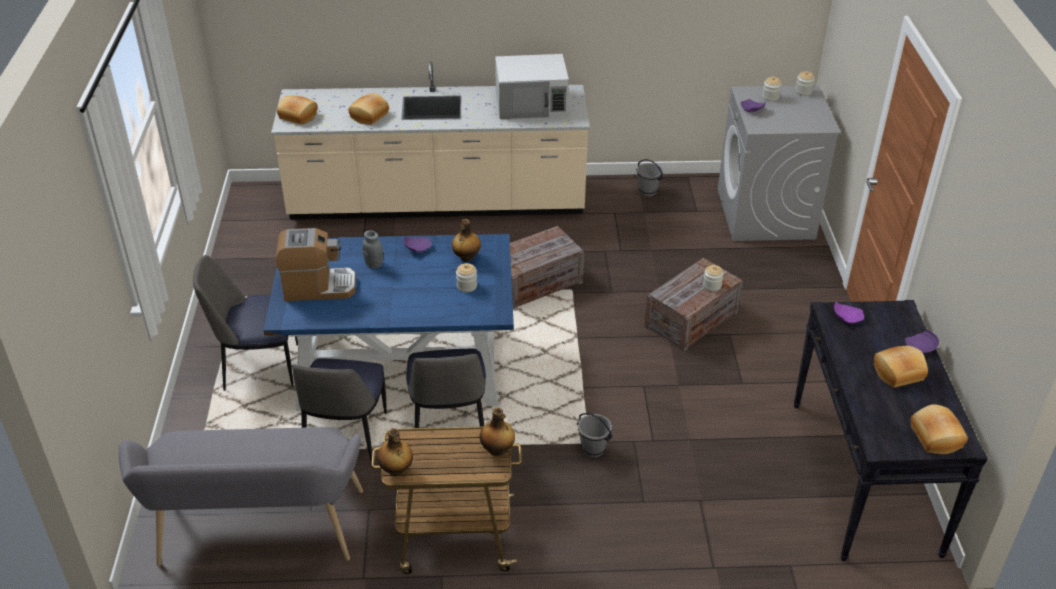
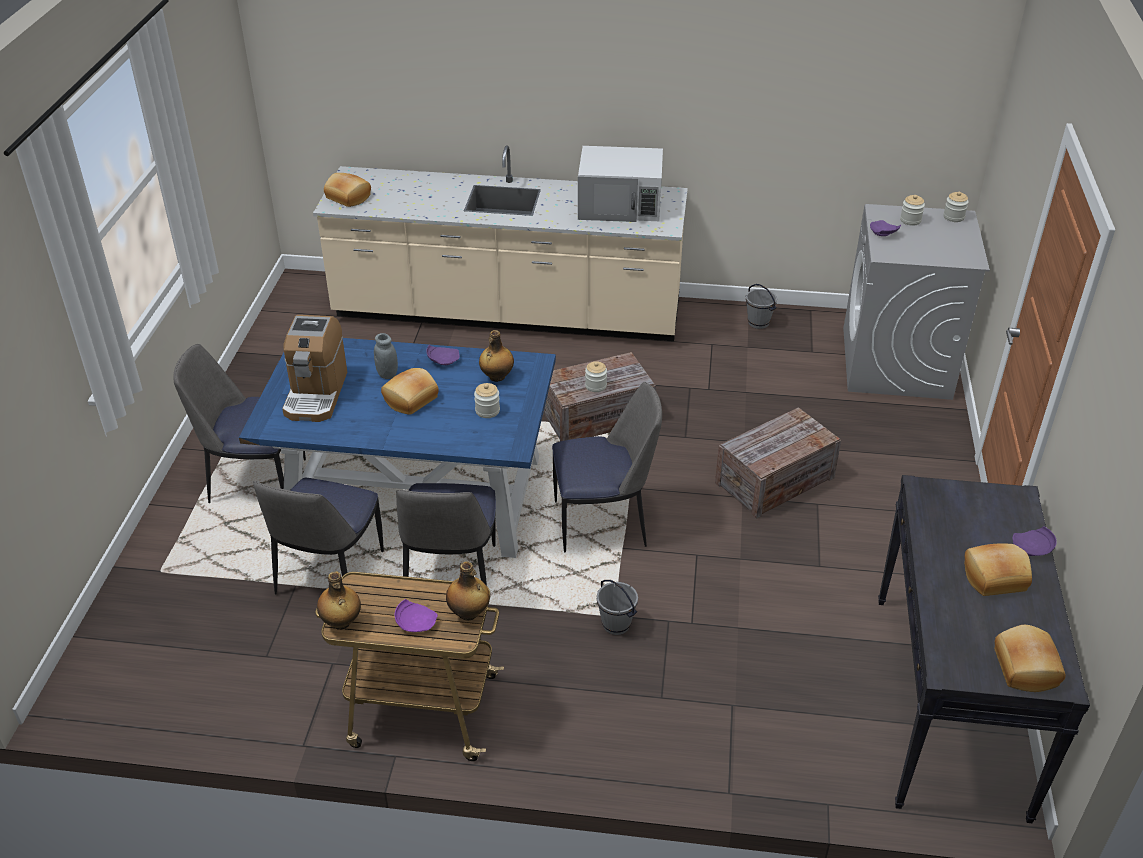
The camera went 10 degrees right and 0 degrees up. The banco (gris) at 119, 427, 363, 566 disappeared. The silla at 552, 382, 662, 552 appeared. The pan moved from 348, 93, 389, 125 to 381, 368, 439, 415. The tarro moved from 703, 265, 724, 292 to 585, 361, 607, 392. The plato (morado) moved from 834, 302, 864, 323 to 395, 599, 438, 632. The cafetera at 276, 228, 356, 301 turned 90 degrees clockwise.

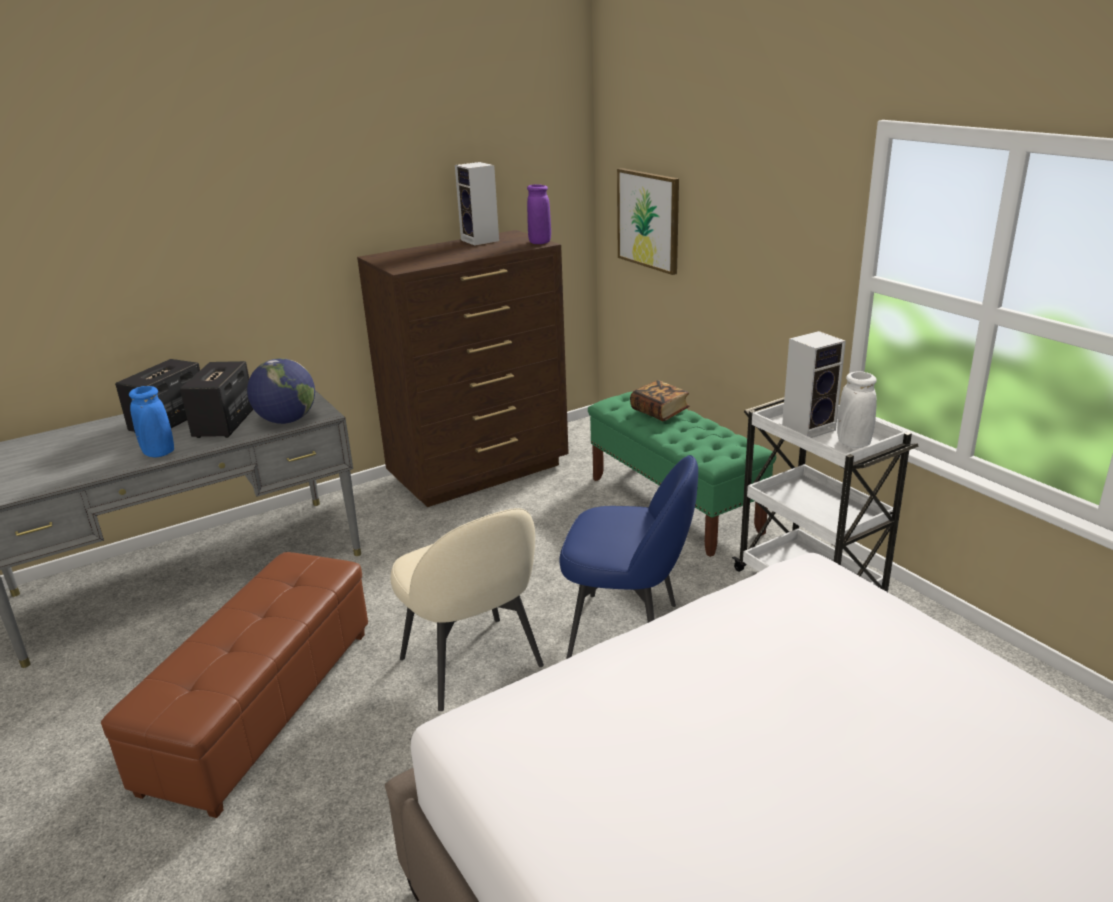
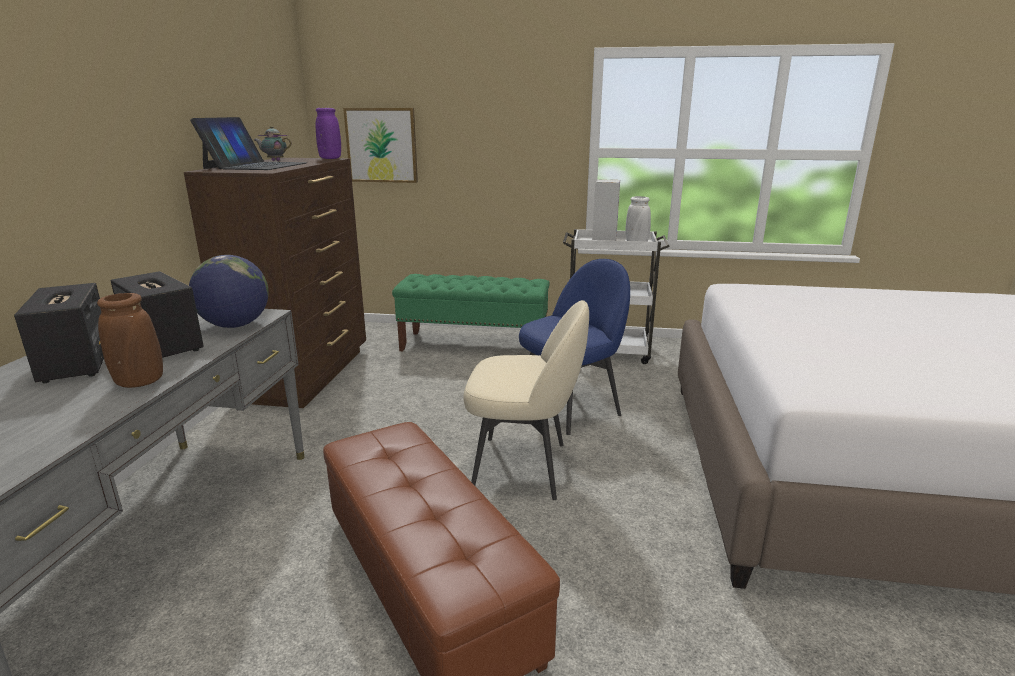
The camera went 50 degrees left and 5 degrees down. The libro at 630, 380, 690, 421 disappeared. The portátil at 190, 117, 307, 170 appeared. The altavoz at 455, 162, 499, 246 was replaced by the tetera at 254, 126, 292, 161. The florero (azul) at 129, 386, 174, 457 became the florero (marrón) at 97, 293, 163, 388.

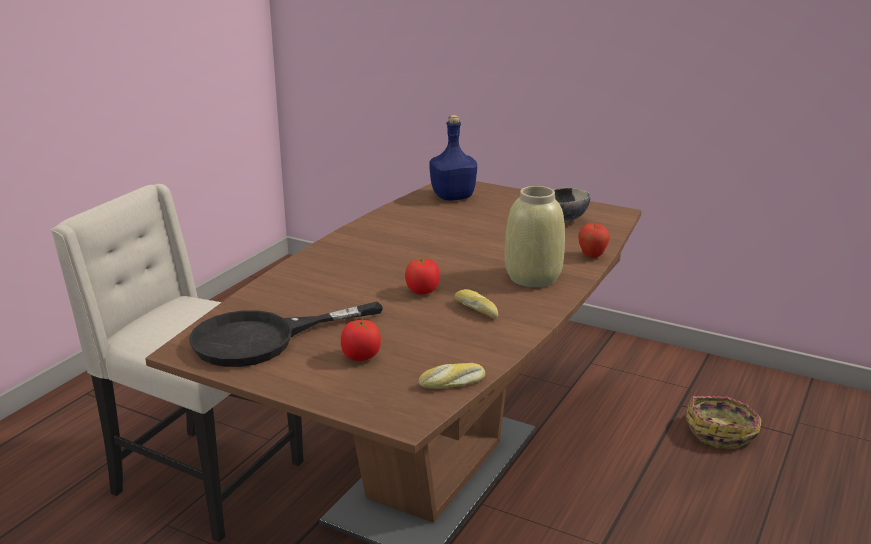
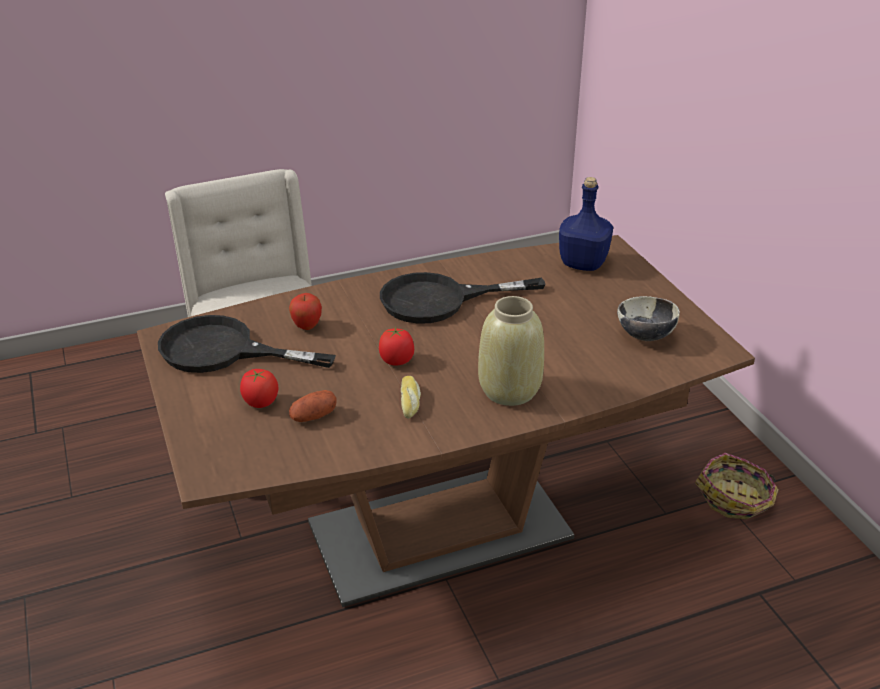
The camera went 40 degrees right and 10 degrees up. The pan at 419, 363, 485, 389 disappeared. The patata at 289, 390, 337, 422 appeared. The sartén (negro) at 380, 272, 546, 324 appeared. The manzana moved from 578, 223, 610, 258 to 289, 293, 322, 330. The cesta moved from 686, 396, 762, 449 to 695, 453, 779, 519.

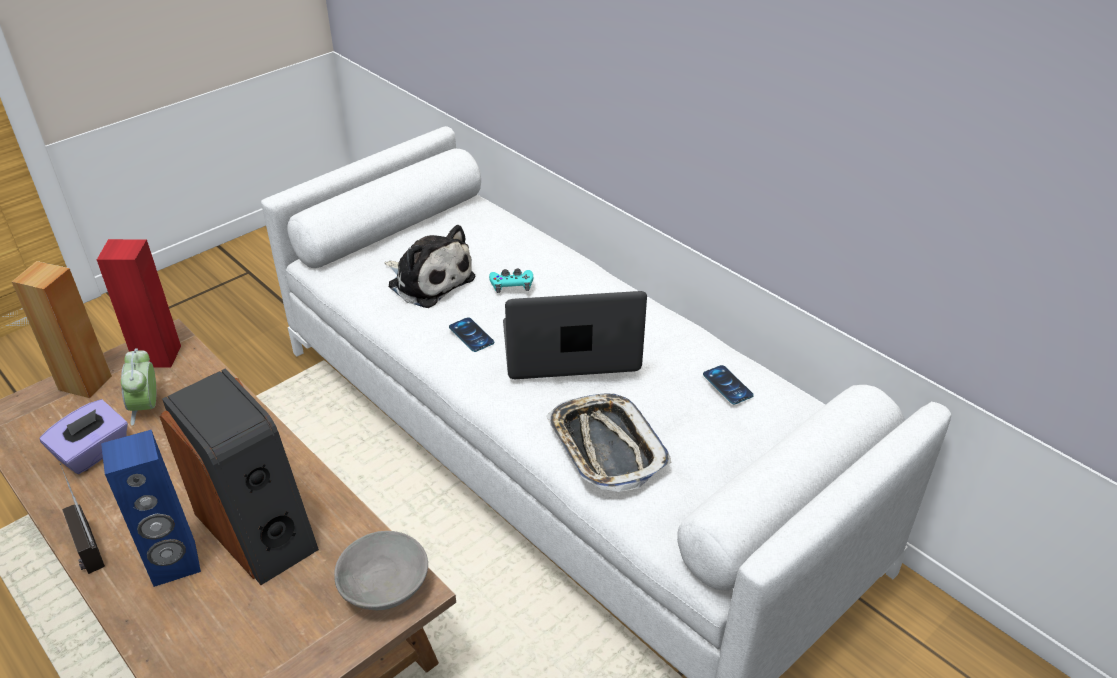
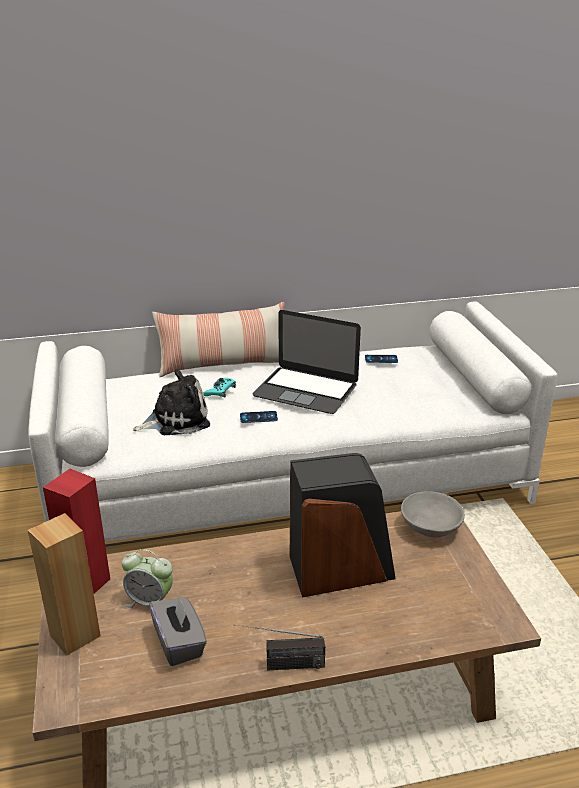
The camera went 60 degrees left and 10 degrees down. The altavoz (azul) at 101, 430, 201, 587 disappeared. The bandeja at 546, 393, 672, 492 disappeared. The cojín at 152, 302, 284, 377 appeared. The caja de pañuelos (morado) at 40, 399, 128, 474 became the caja de pañuelos (gris) at 149, 596, 207, 666. The portátil at 503, 291, 647, 379 turned 90 degrees counterclockwise.

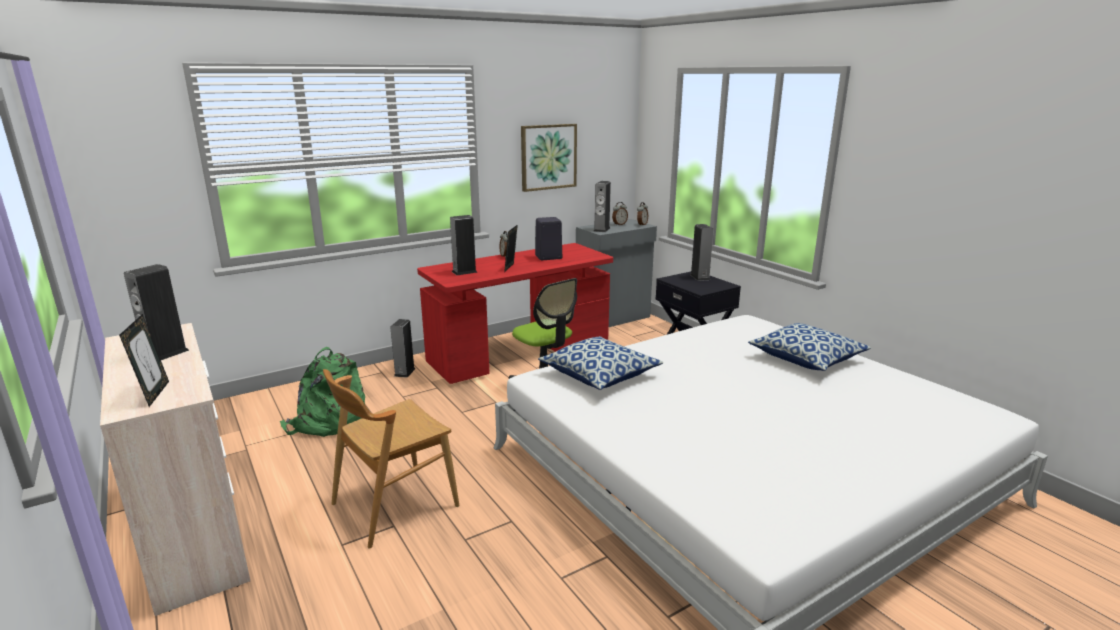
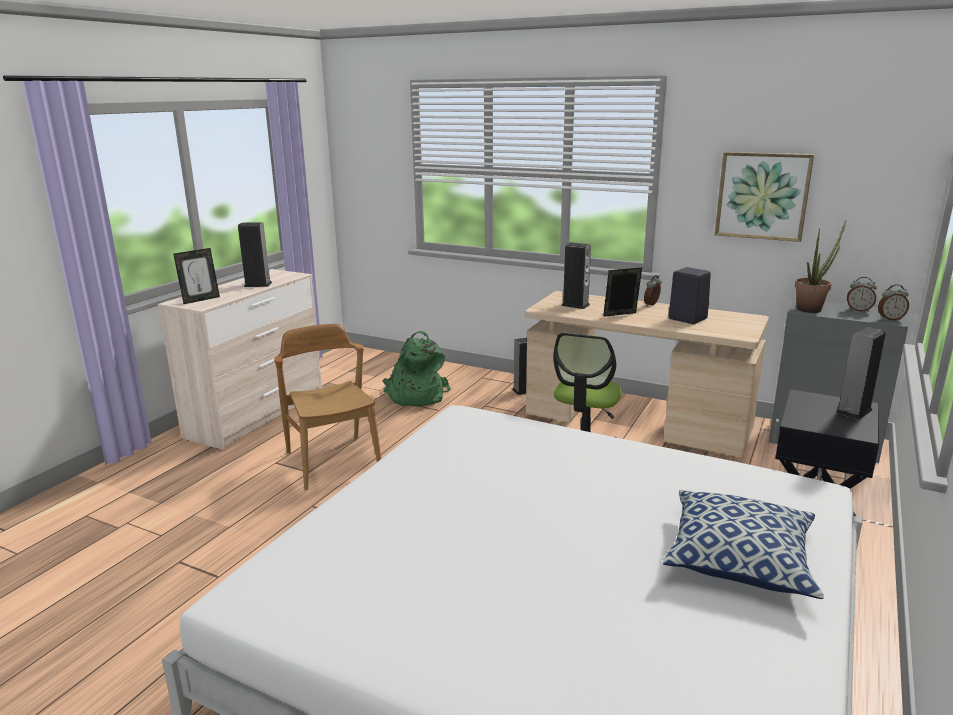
The camera went 60 degrees right and 0 degrees up. The cojín at 538, 336, 663, 390 disappeared. The altavoz at 594, 181, 611, 232 was replaced by the planta en maceta at 795, 220, 846, 313. The escritorio (rojo) at 417, 243, 613, 384 became the escritorio (beis) at 525, 291, 769, 457. The silla (marrón) at 323, 369, 459, 549 turned 45 degrees clockwise.

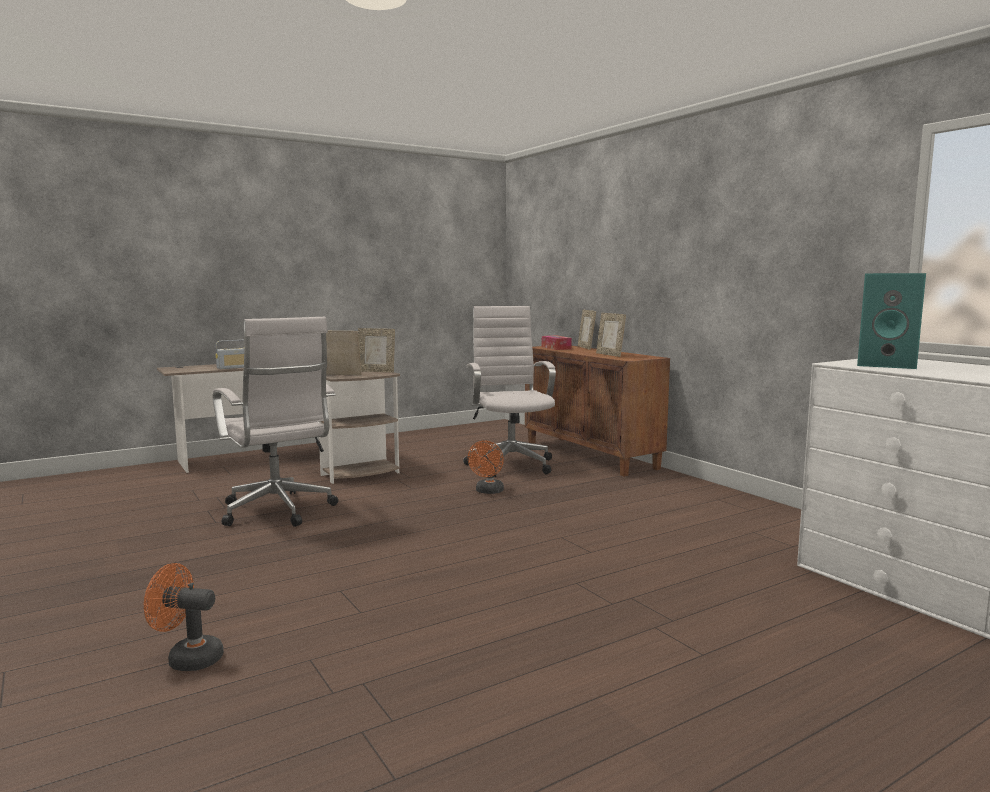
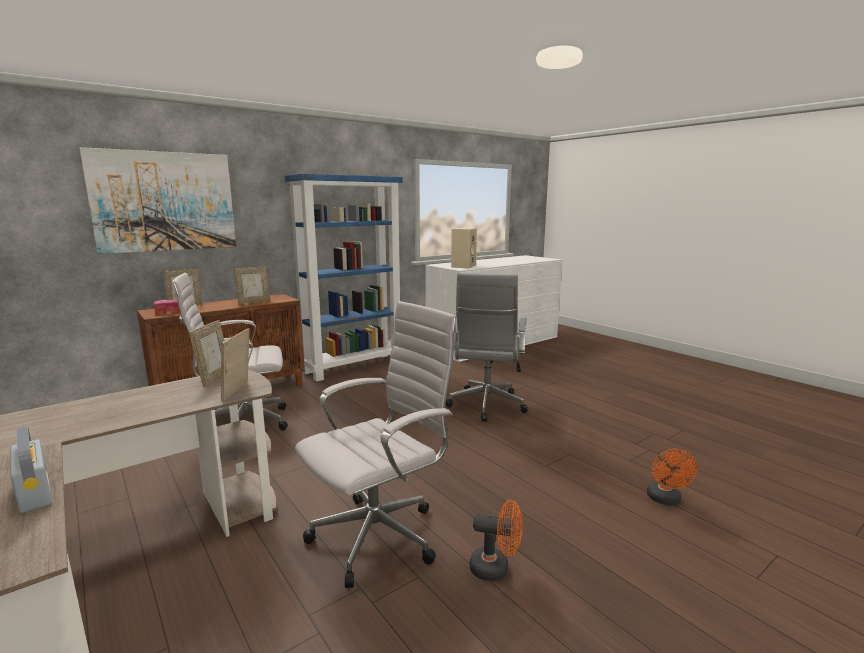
The camera went 95 degrees left and 5 degrees up. The cuadro at 79, 147, 236, 254 appeared. The estantería (azul) at 285, 174, 402, 382 appeared. The silla de oficina (gris) at 445, 273, 528, 422 appeared. The ventilador (naranja) moved from 468, 441, 504, 494 to 470, 500, 523, 581. The altavoz (turquesa) at 857, 273, 926, 369 became the altavoz (beis) at 451, 228, 477, 268.

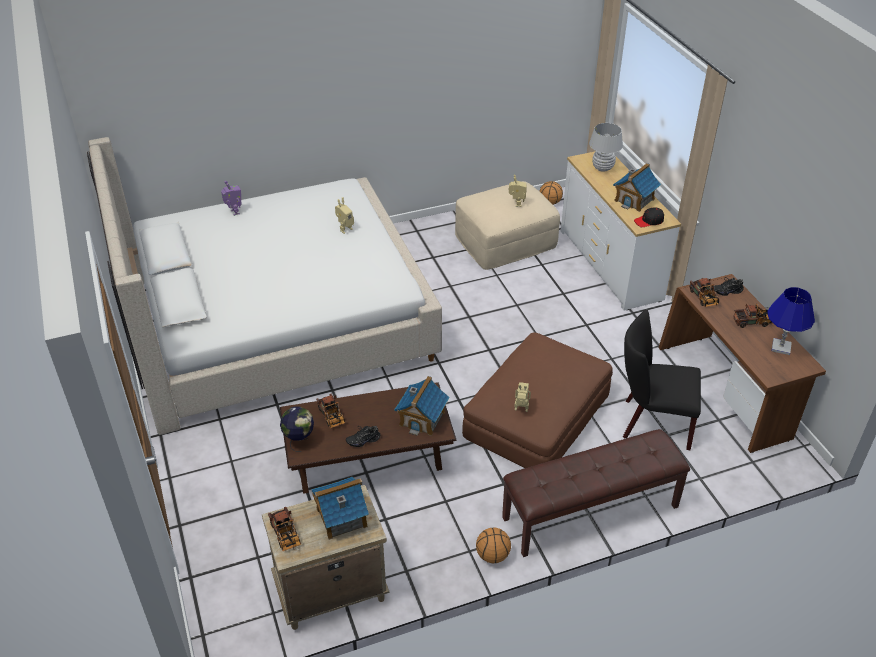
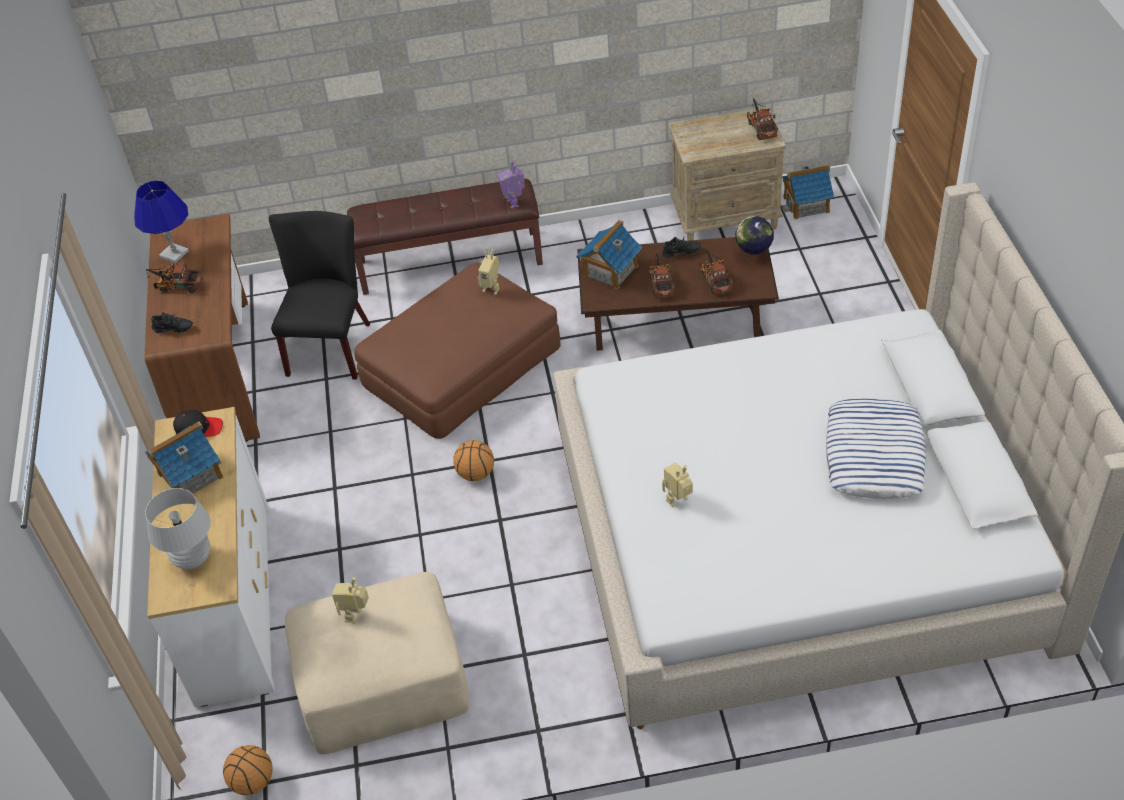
The camera went 165 degrees left and 5 degrees up. The cojín at 826, 398, 926, 499 appeared. The robot de juguete moved from 221, 181, 241, 216 to 498, 161, 525, 208. The casita moved from 311, 477, 369, 540 to 782, 165, 834, 219. The balón de baloncesto moved from 476, 527, 511, 563 to 453, 440, 494, 481. The camión de juguete moved from 689, 278, 719, 307 to 649, 250, 675, 298. The silla (negro) at 623, 310, 701, 450 turned 105 degrees counterclockwise.

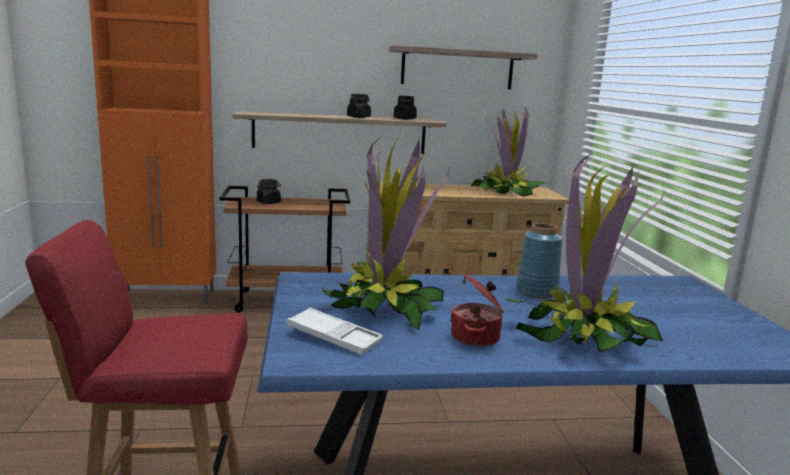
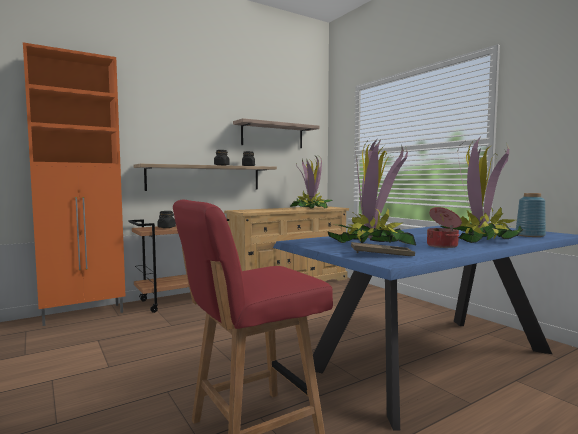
The camera went 25 degrees left and 10 degrees down. The florero (azul) moved from 516, 223, 562, 299 to 516, 193, 546, 237. The bandeja (blanco) at 286, 308, 383, 355 became the bandeja (marrón) at 351, 242, 415, 256.

